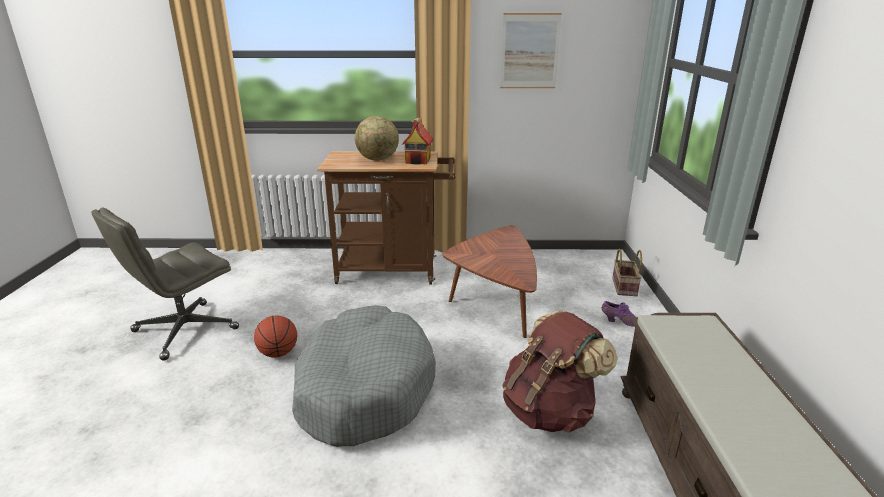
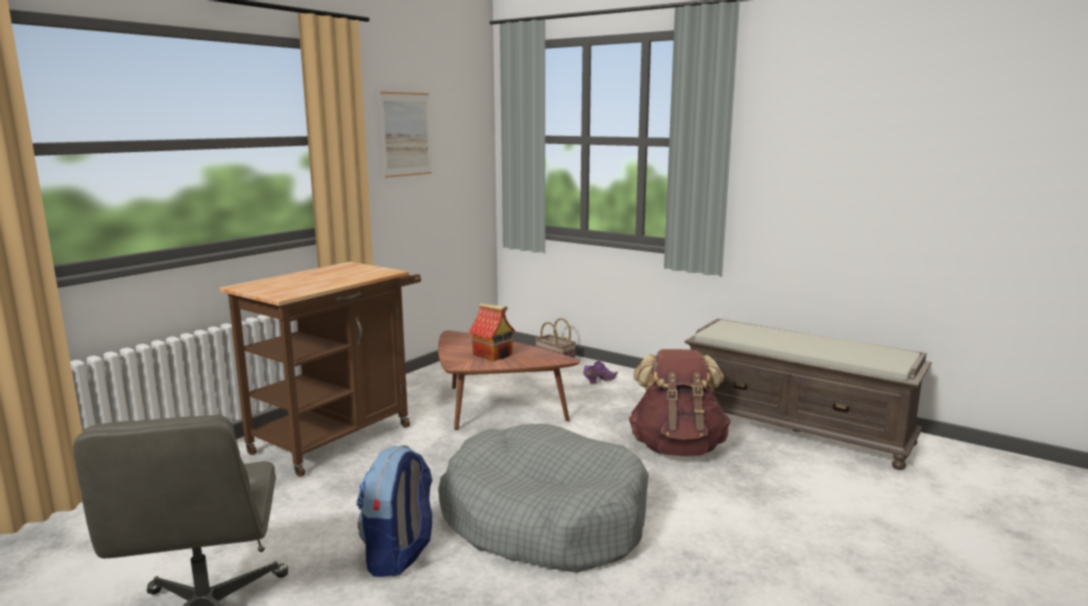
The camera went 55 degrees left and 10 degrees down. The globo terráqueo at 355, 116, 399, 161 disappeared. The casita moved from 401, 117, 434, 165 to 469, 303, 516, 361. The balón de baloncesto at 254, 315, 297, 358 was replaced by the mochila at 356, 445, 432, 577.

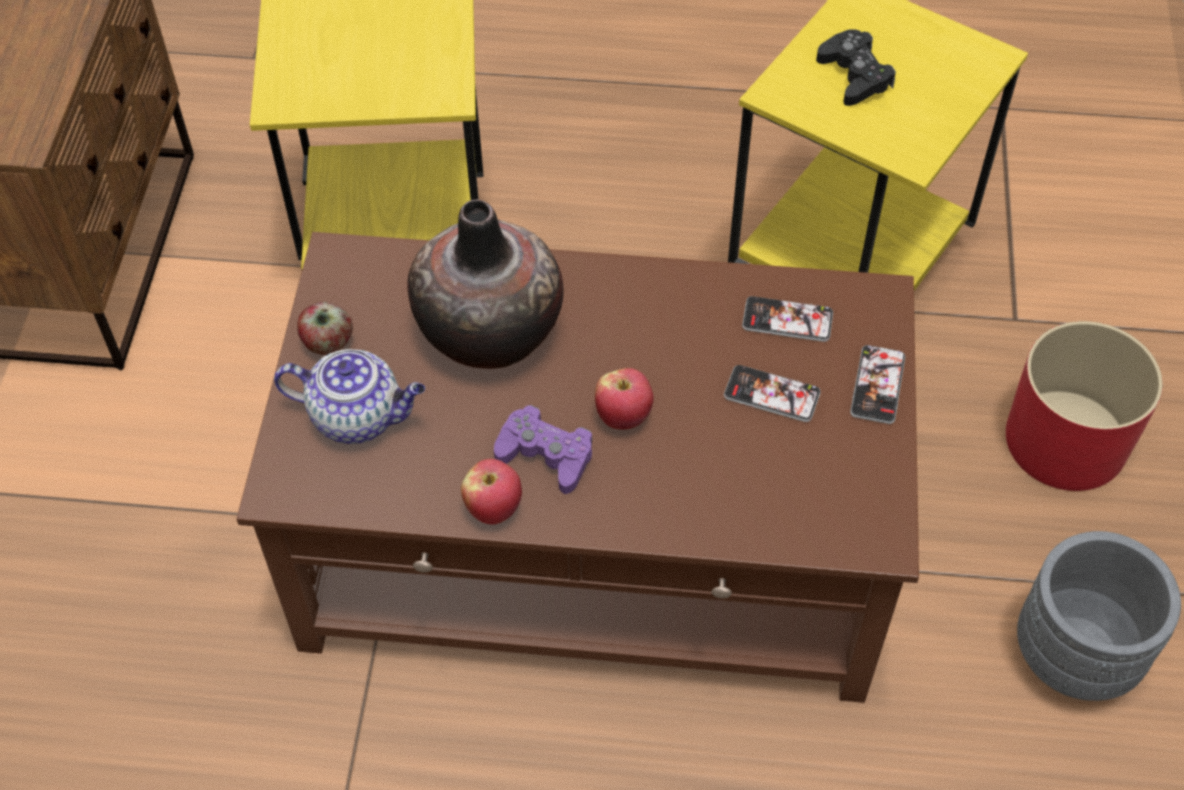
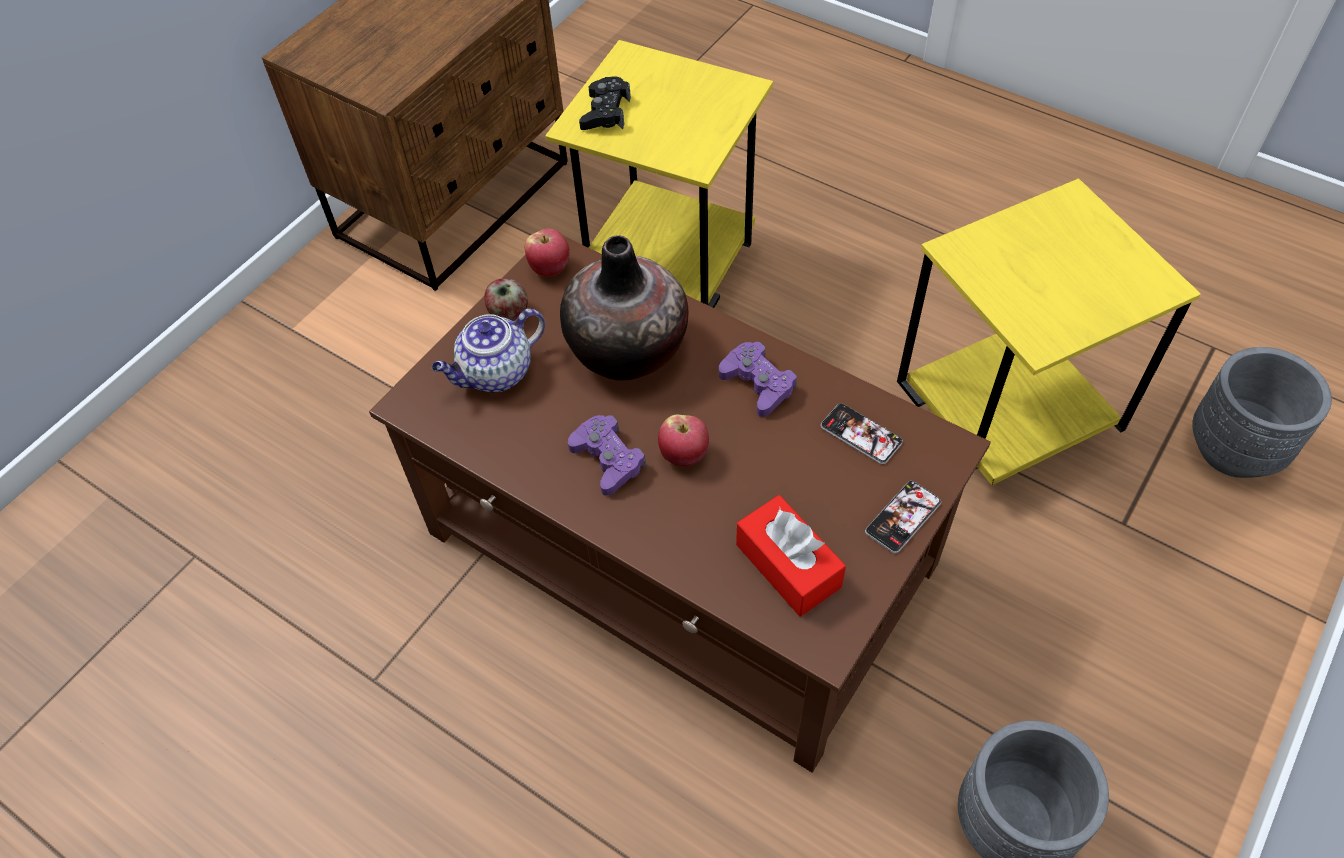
The camera went 30 degrees right and 0 degrees up. The móvil at 724, 365, 821, 422 disappeared. The maceta (rojo) at 1006, 321, 1163, 491 disappeared. The mando de consola (morado) at 719, 342, 797, 417 appeared. The caja de pañuelos (rojo) at 736, 495, 846, 617 appeared. The maceta (gris) at 1192, 347, 1332, 478 appeared. The manzana moved from 461, 459, 522, 524 to 525, 228, 570, 277. The mando de consola (negro) moved from 816, 29, 896, 106 to 579, 77, 631, 130. The tetera at 274, 349, 425, 444 turned 105 degrees clockwise.

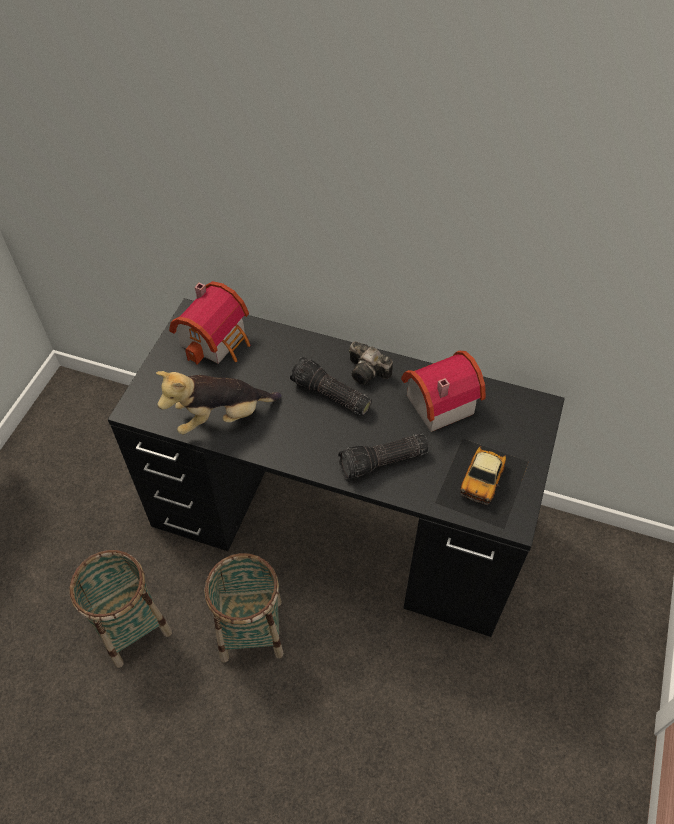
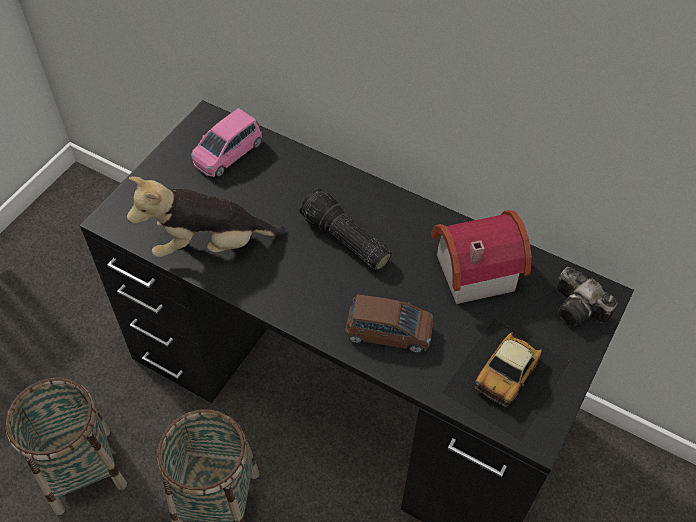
The camera went 10 degrees right and 0 degrees up. The cámara moved from 349, 341, 393, 385 to 557, 267, 618, 326. The casita at 169, 281, 250, 365 was replaced by the coche de juguete (rosa) at 191, 108, 262, 177. The linterna at 338, 434, 429, 479 was replaced by the coche de juguete (marrón) at 345, 294, 433, 353.

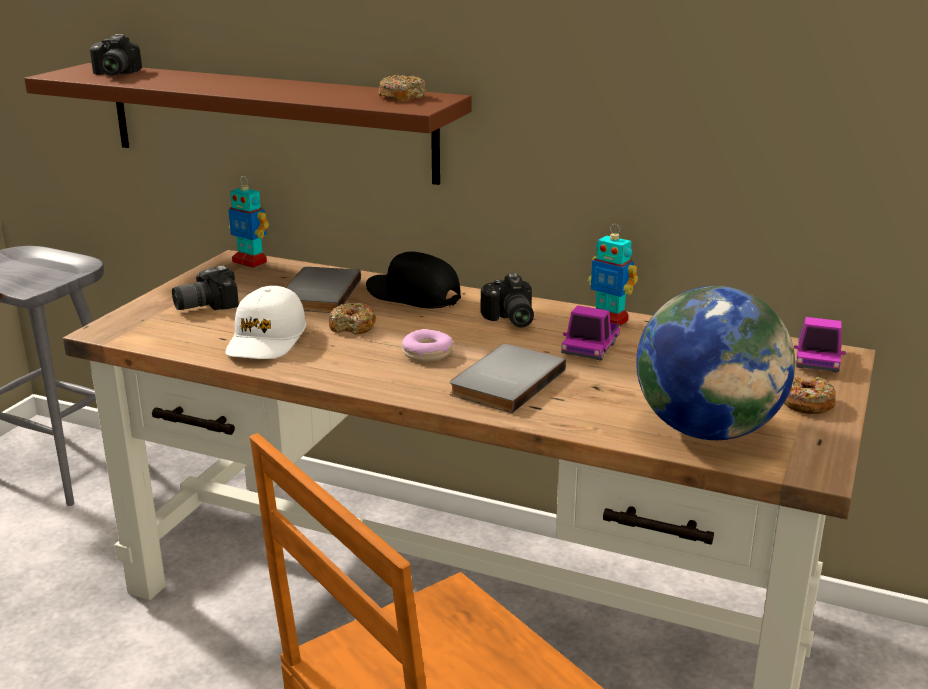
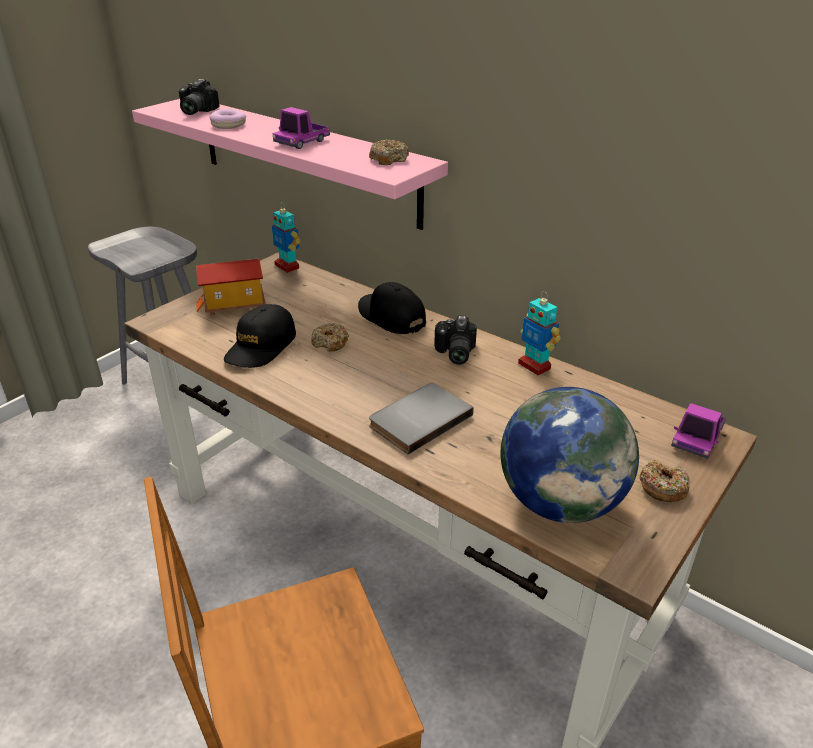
The camera went 15 degrees right and 10 degrees up. The libro (gris) at 286, 267, 361, 313 disappeared. The rosquilla moved from 402, 329, 454, 362 to 209, 109, 246, 129. The camión de juguete moved from 561, 305, 620, 361 to 273, 107, 330, 149. The cámara at 172, 266, 239, 310 was replaced by the casita at 196, 259, 266, 316. The estante (marrón) at 24, 63, 472, 185 became the estante (rosa) at 132, 99, 448, 230. The gorra (blanco) at 225, 286, 306, 359 became the gorra (negro) at 224, 304, 296, 368.

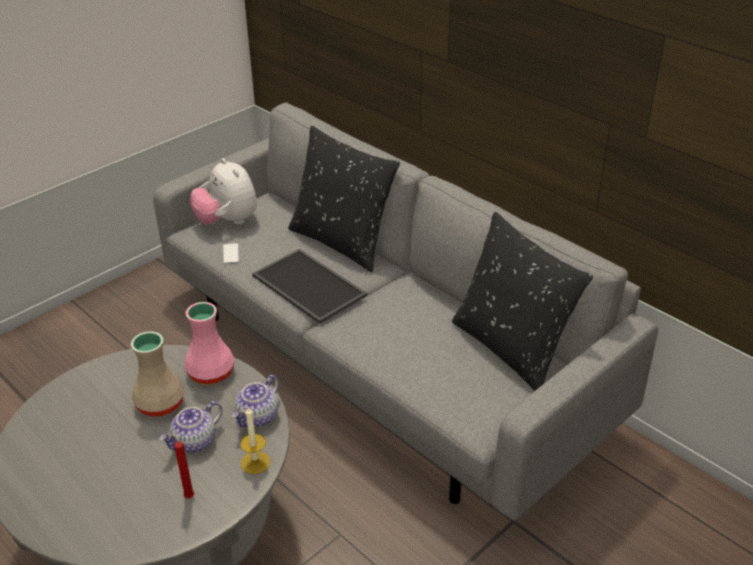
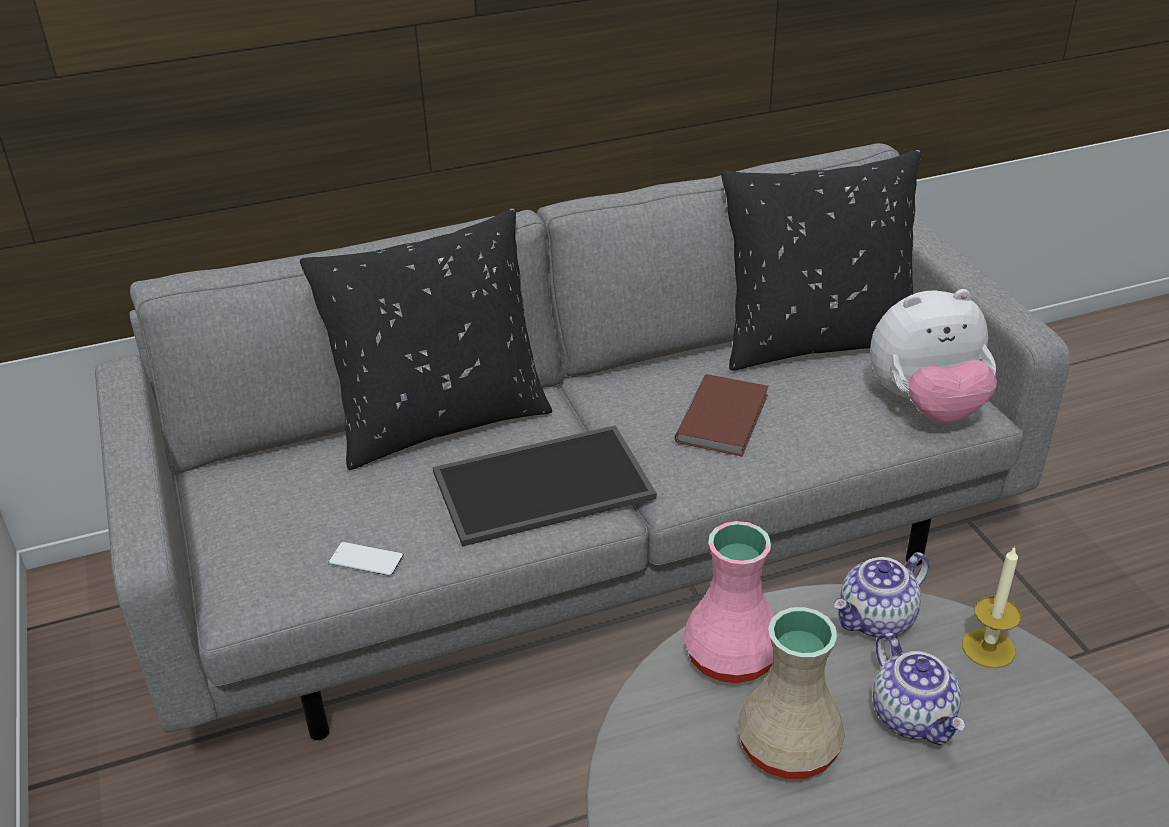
The camera went 65 degrees left and 0 degrees up. The vela (rojo) at 174, 441, 194, 498 disappeared. The libro (marrón) at 675, 374, 769, 457 appeared. The peluche moved from 190, 158, 257, 225 to 870, 289, 997, 423. The tetera at 232, 375, 279, 427 turned 90 degrees clockwise.

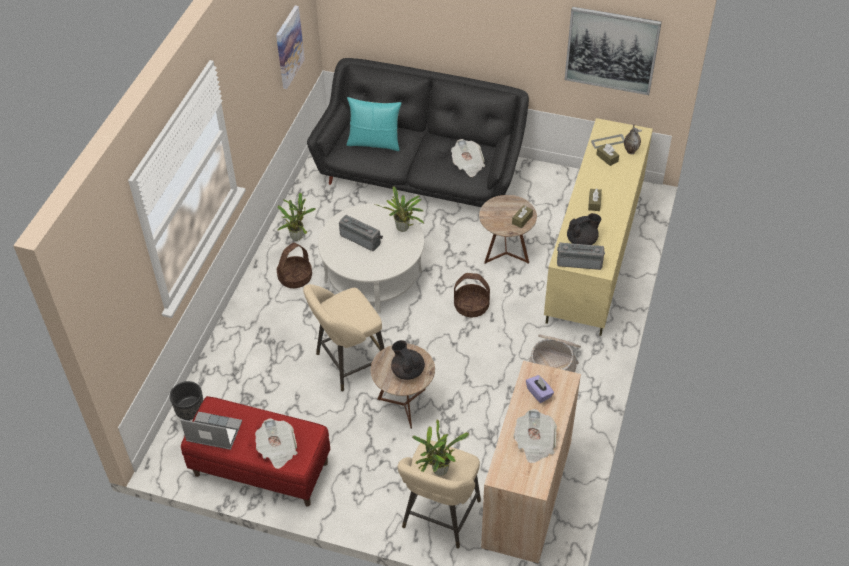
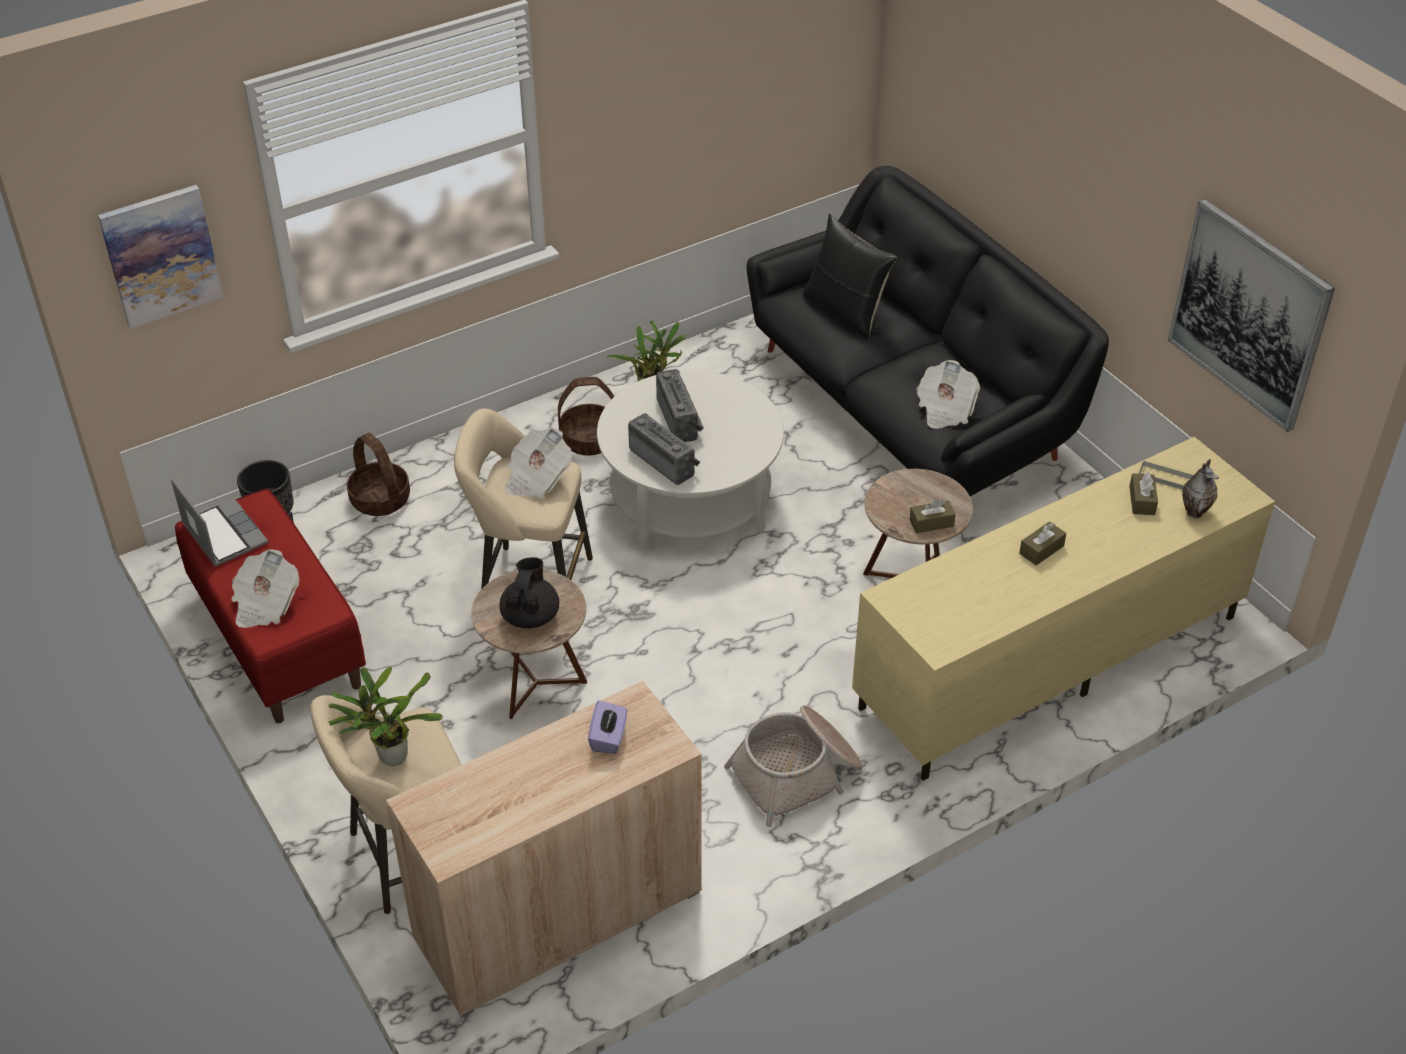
The camera went 40 degrees right and 5 degrees down. The planta en maceta at 373, 186, 424, 232 disappeared. The tetera (negro) at 567, 213, 601, 245 disappeared. The cuadro moved from 276, 5, 305, 89 to 98, 185, 223, 329. The cesta moved from 454, 273, 490, 317 to 347, 433, 410, 516. The periódico moved from 513, 409, 557, 463 to 504, 428, 572, 499. The radio moved from 557, 242, 605, 270 to 628, 413, 700, 485. The cojín (turquesa) at 347, 97, 401, 151 became the cojín (negro) at 803, 214, 897, 339.

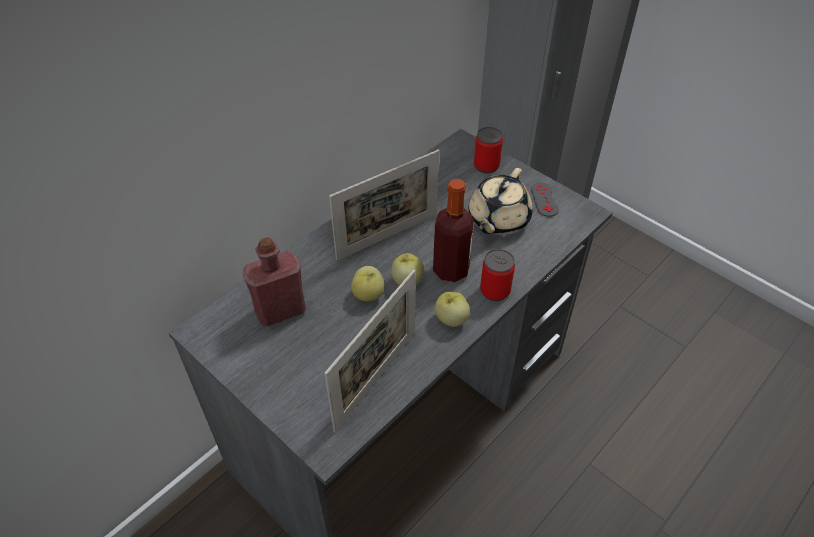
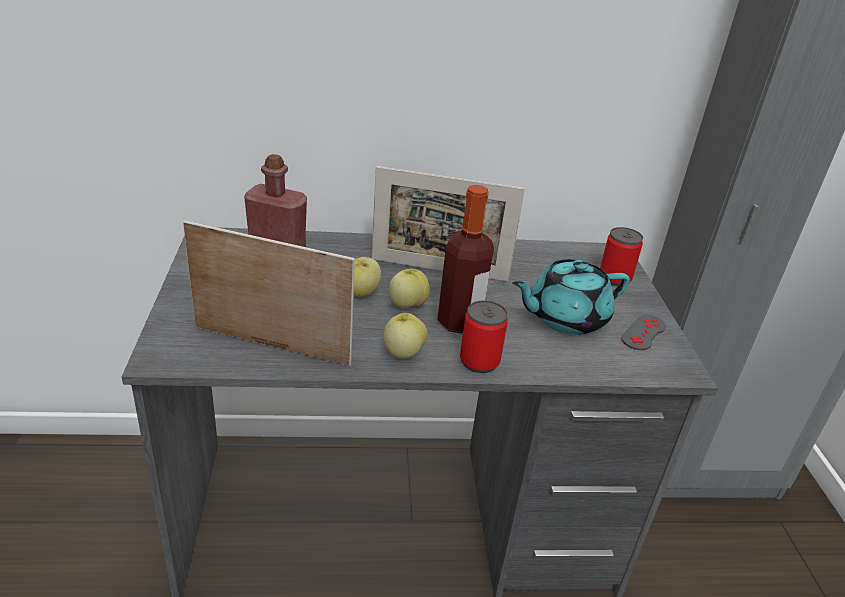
The camera went 40 degrees right and 15 degrees down. The tetera (beis) at 468, 168, 533, 235 became the tetera (turquesa) at 512, 259, 630, 335. The portarretratos at 325, 270, 416, 432 turned 150 degrees counterclockwise.

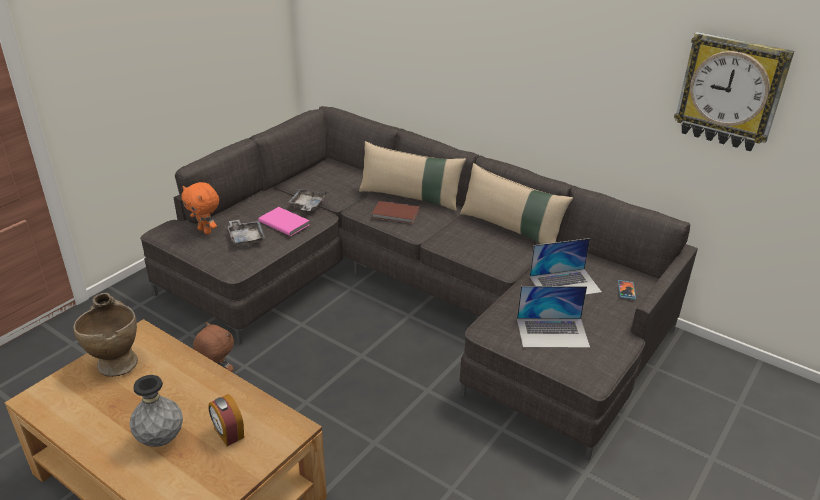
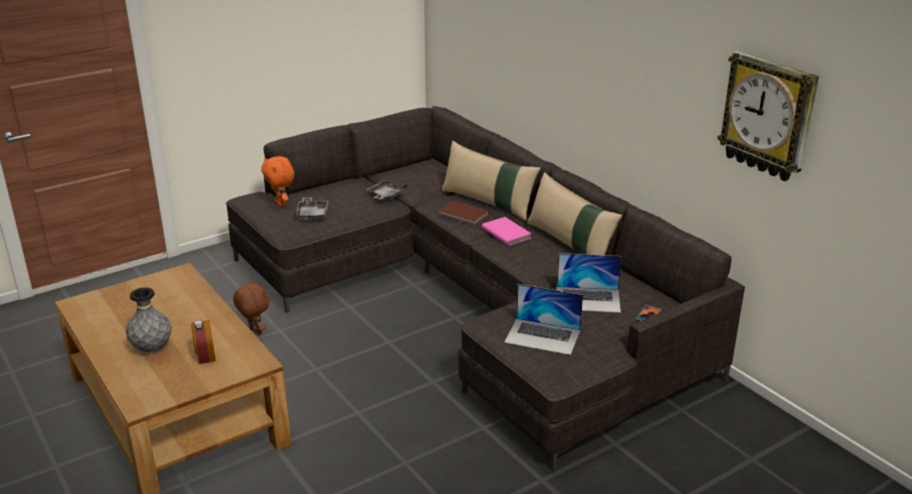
The camera went 20 degrees right and 5 degrees down. The florero (beis) at 73, 293, 138, 377 disappeared. The libro (rosa) moved from 258, 207, 310, 236 to 482, 217, 532, 246.

